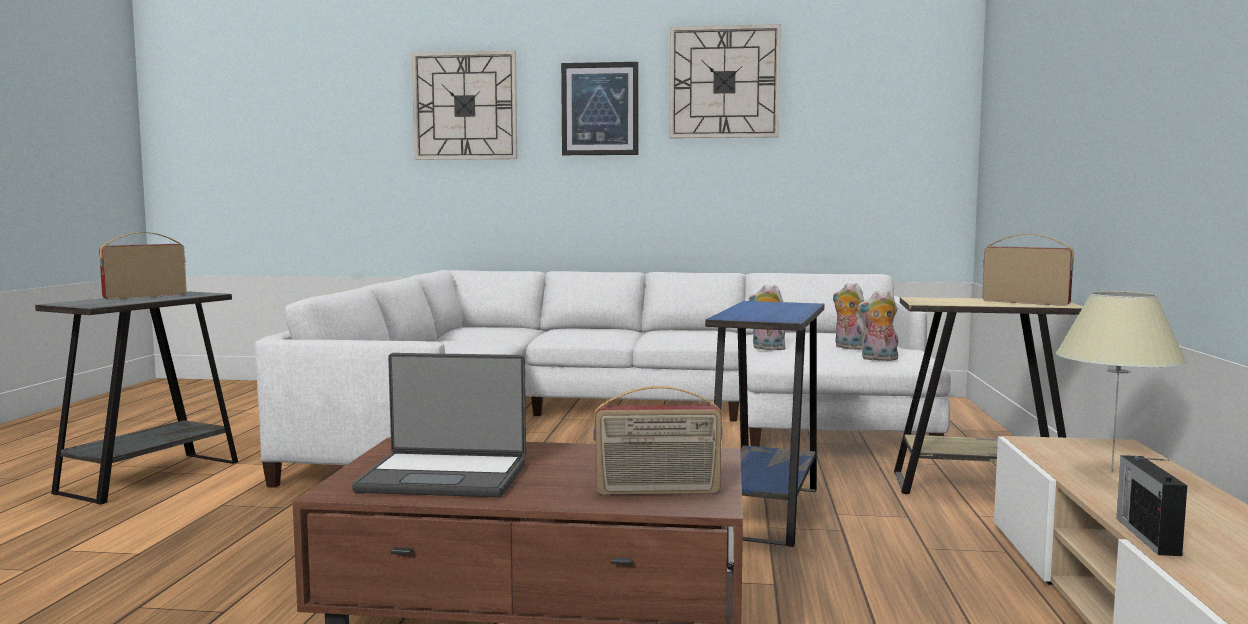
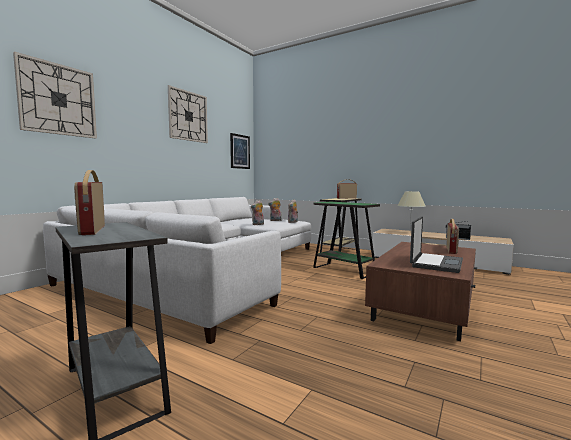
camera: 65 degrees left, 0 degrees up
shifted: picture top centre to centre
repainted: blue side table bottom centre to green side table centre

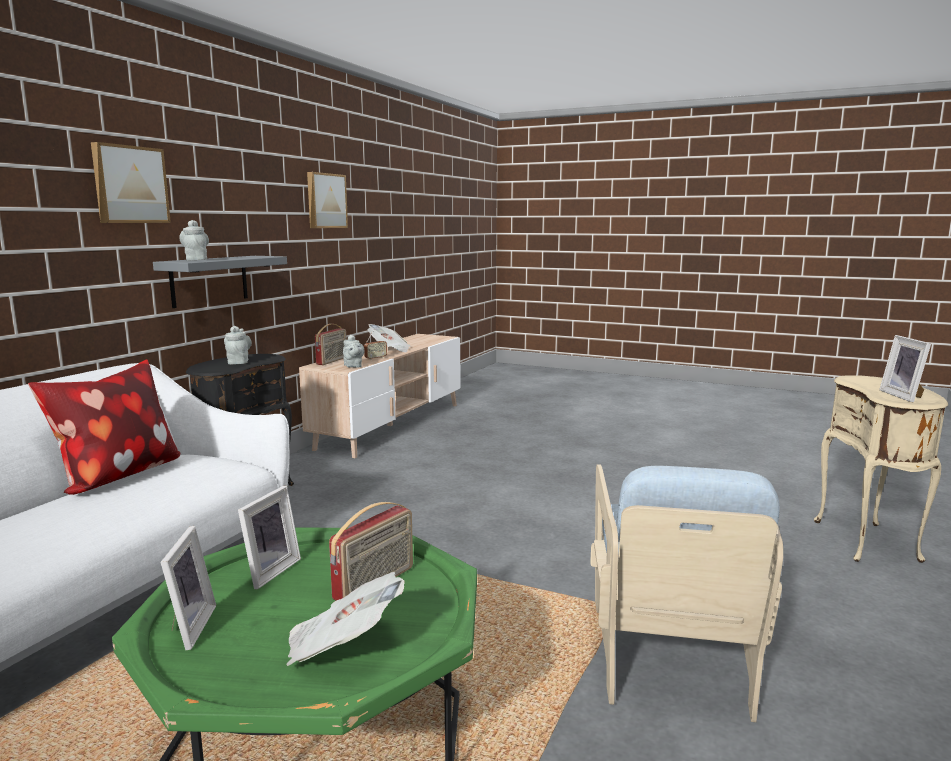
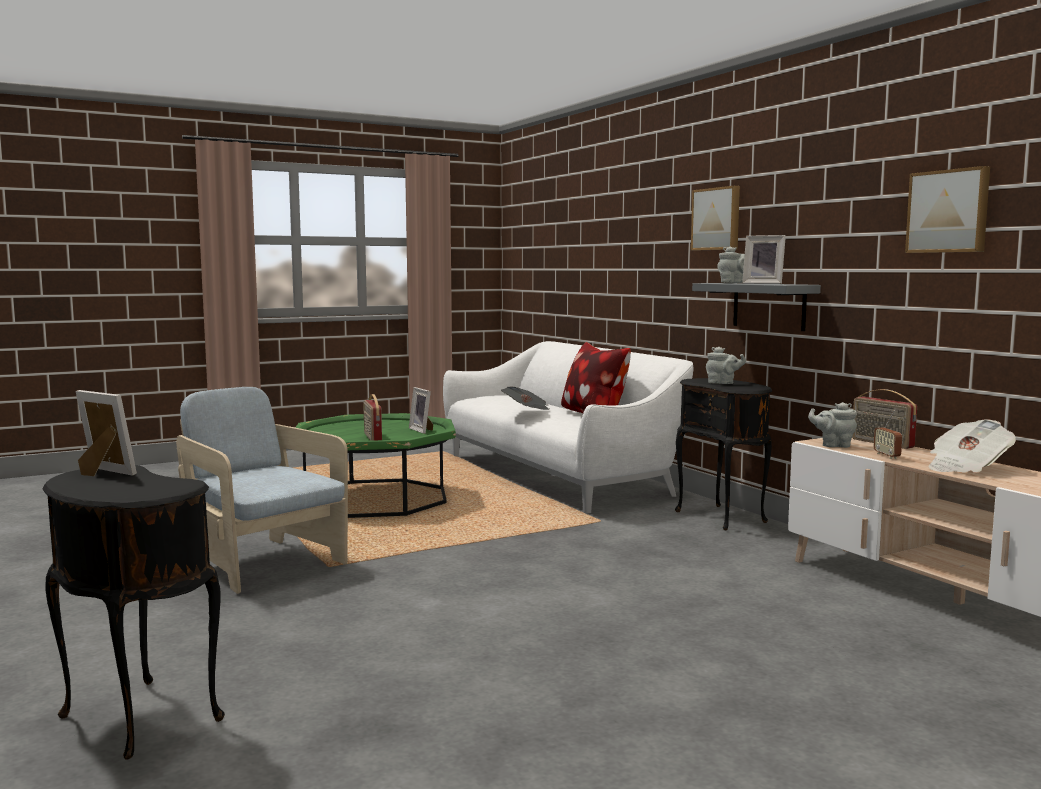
camera: 125 degrees right, 5 degrees down
shifted: newspaper (no. 1 from left) bottom centre to centre; picture frame (no. 1 from left in the first image) bottom left to picture frame (no. 3 from left) top right
repainted: beige side table middle right to black side table (no. 1 from left) bottom left

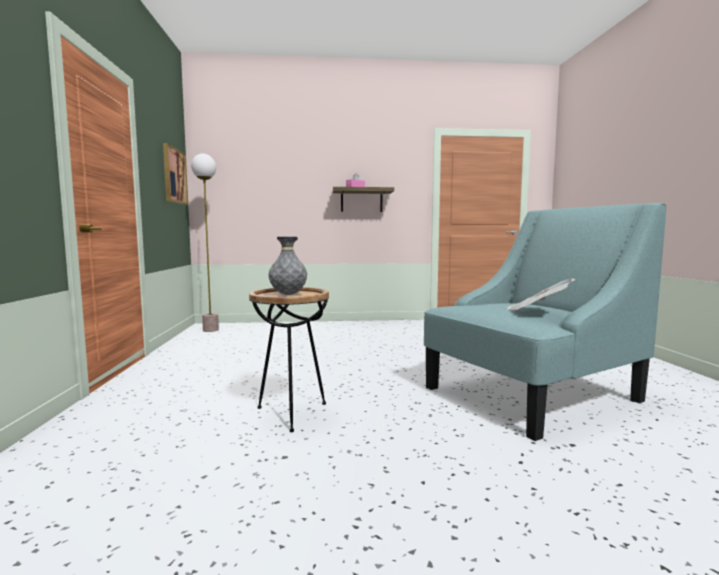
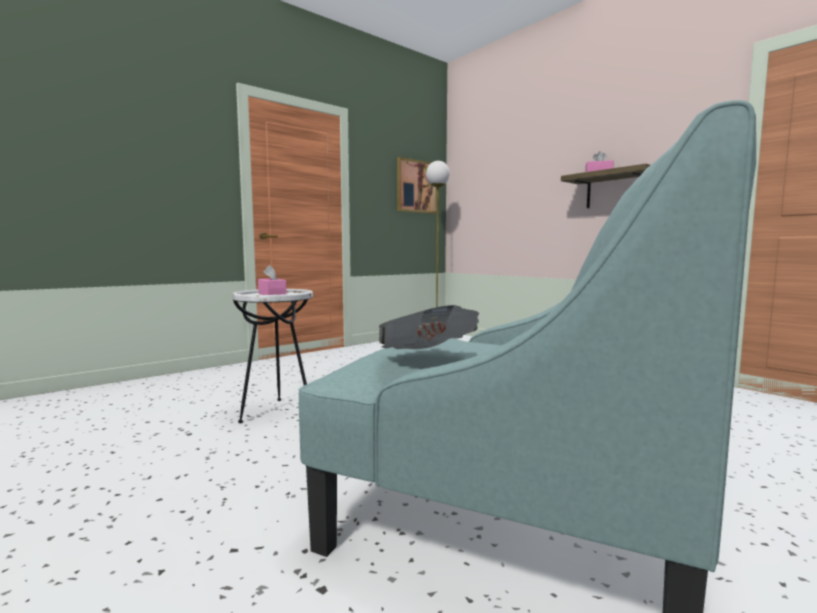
camera: 55 degrees right, 0 degrees up
swapped: grey vase centre to pink tissue box (no. 1 from left) middle left
repainted: brown side table centre to white side table middle left

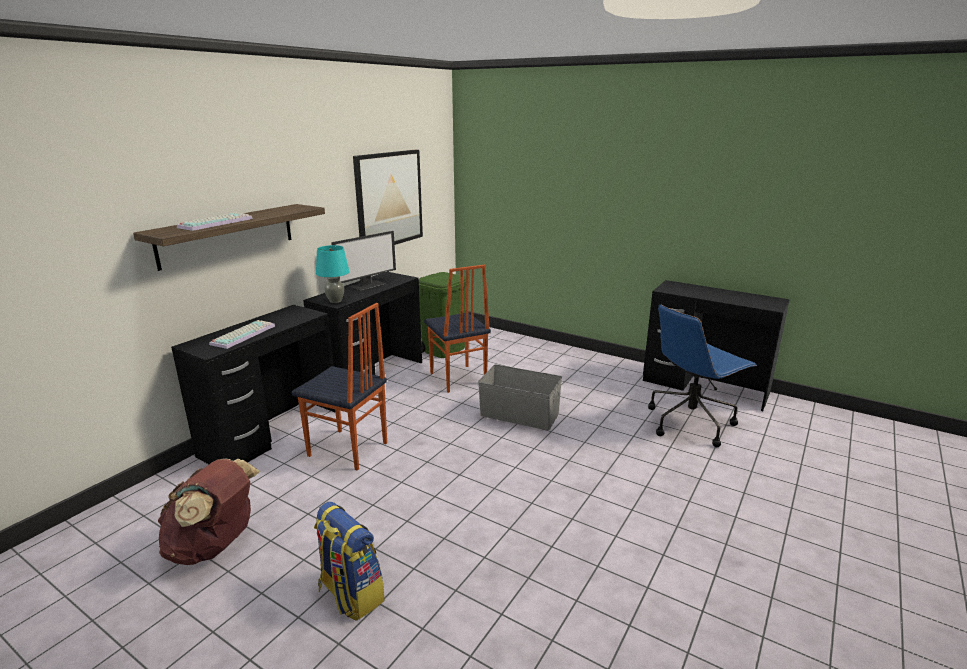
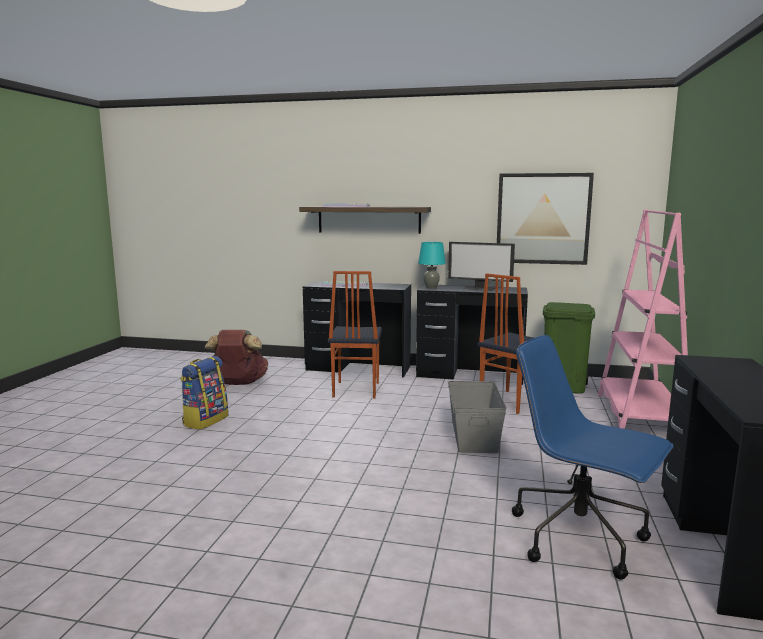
camera: 70 degrees right, 10 degrees down
new: pink bookcase middle right

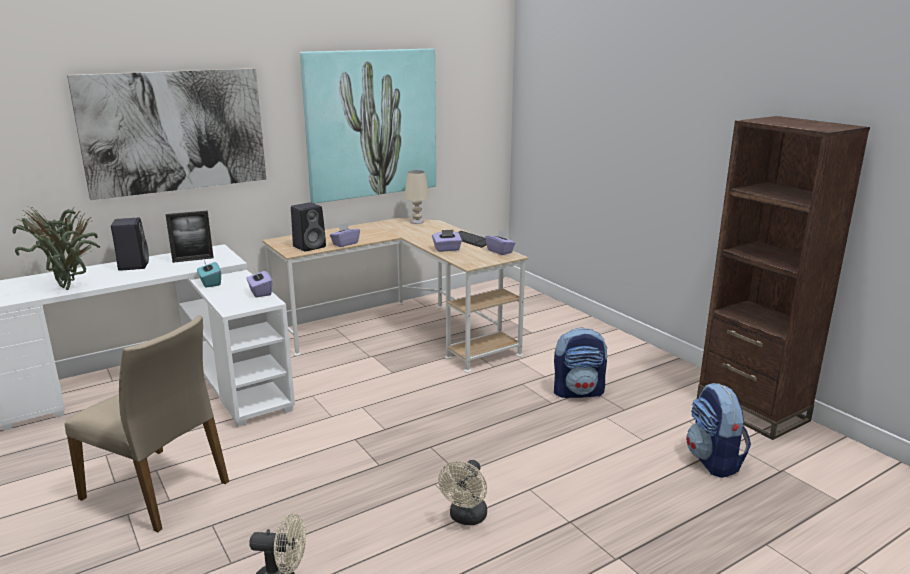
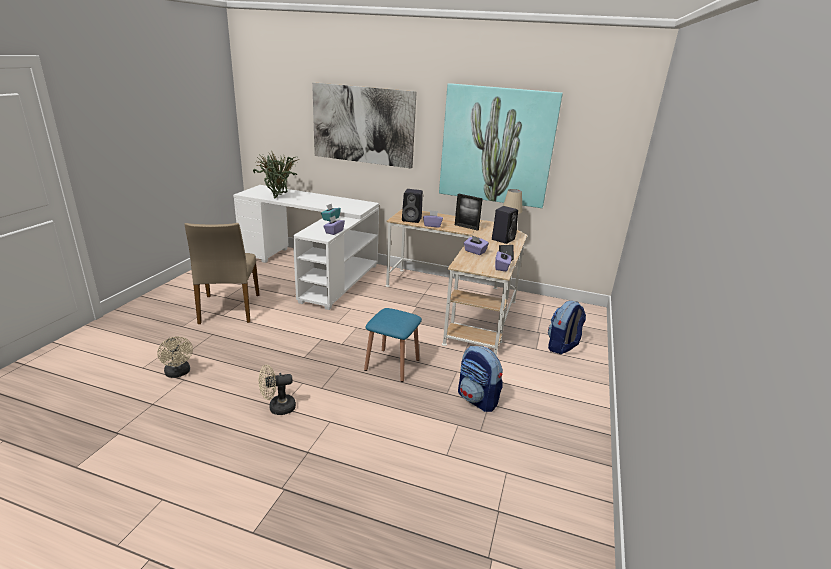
camera: 50 degrees right, 5 degrees up
gone: brown bookcase middle right
new: blue stool centre
shifted: picture frame middle left to centre; black speaker (no. 1 from left in the first image) middle left to black speaker (no. 2 from left) centre; backpack (no. 2 from left) bottom right to middle right

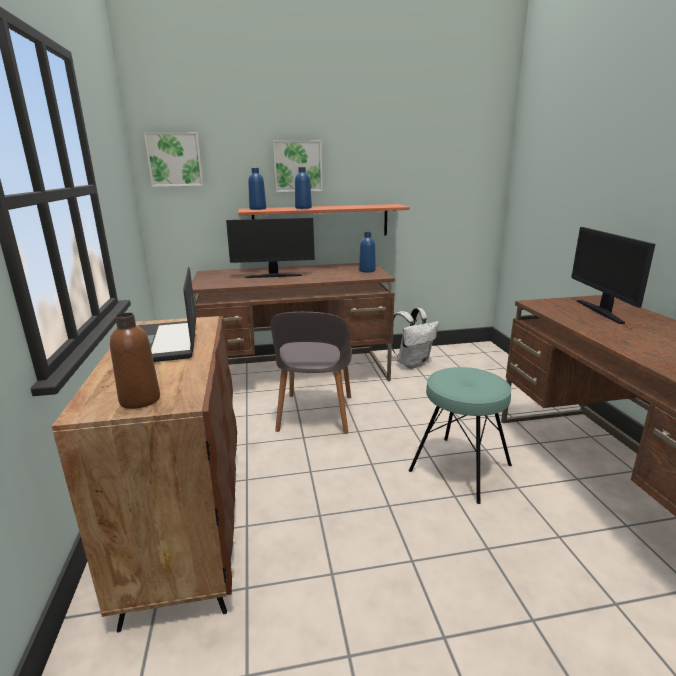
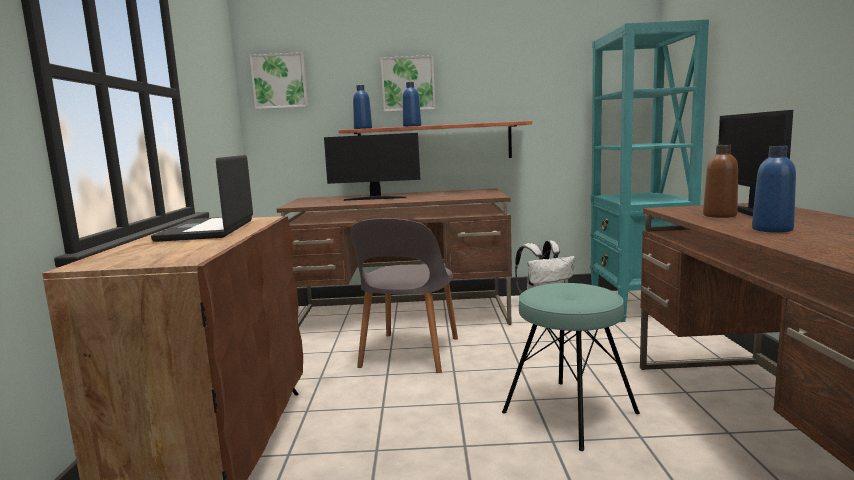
camera: 10 degrees right, 10 degrees down
new: turquoise bookcase middle right
shifted: brown bottle middle left to middle right; blue bottle (no. 3 from left) centre to middle right

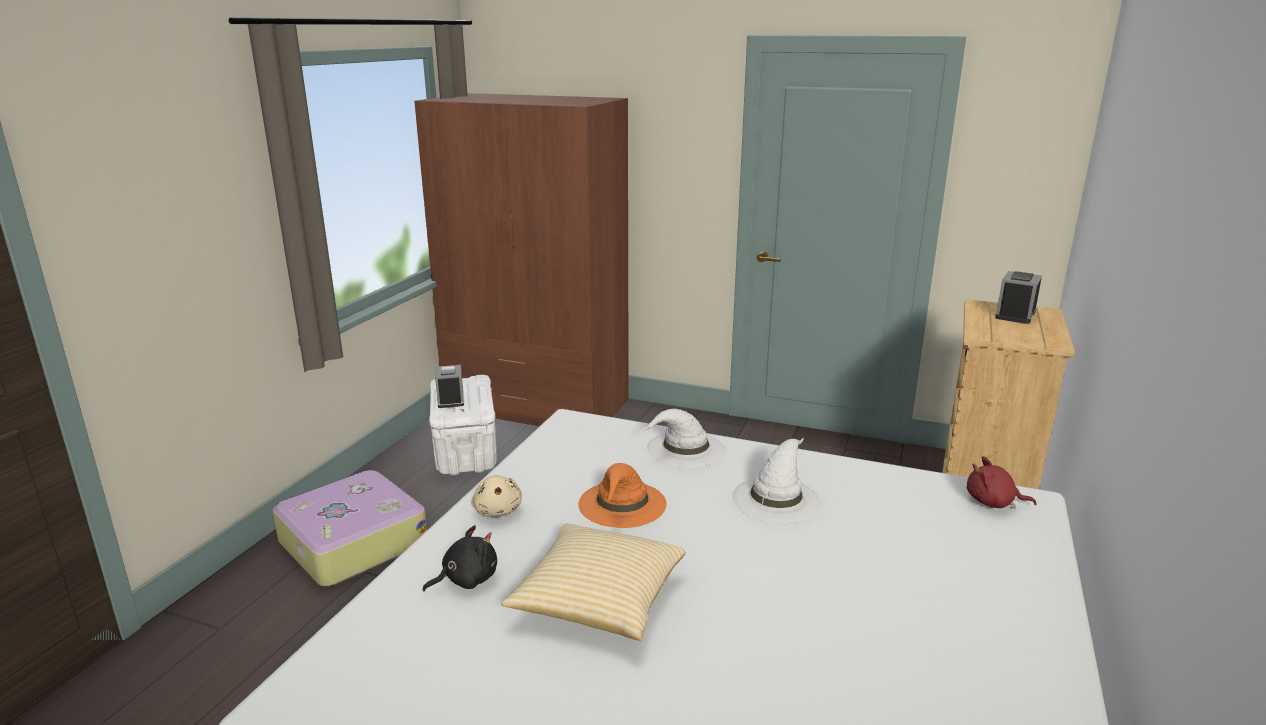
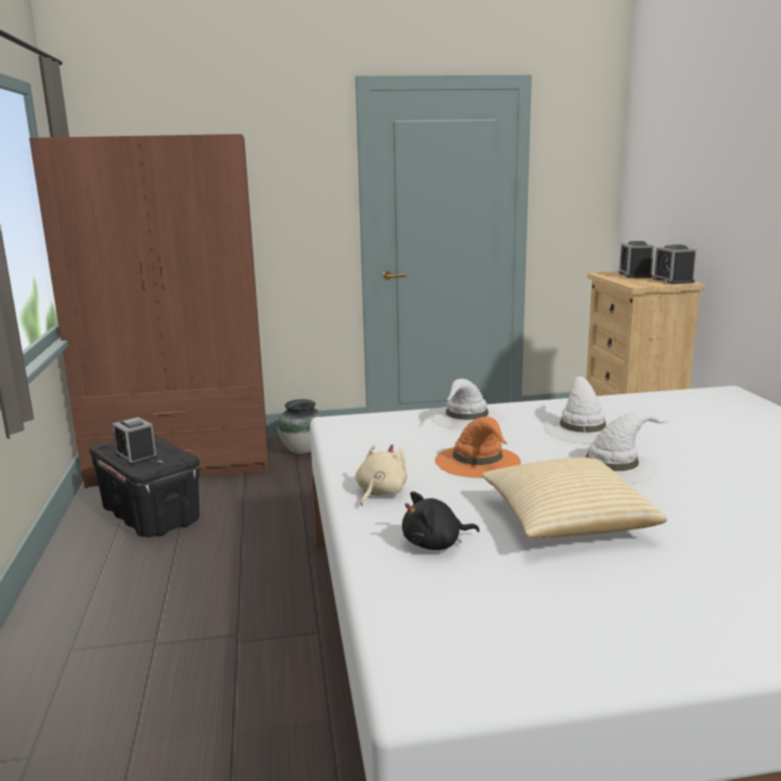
camera: 30 degrees left, 5 degrees down
gone: suitcase bottom left; red plush toy middle right
new: vase centre; white hat (no. 3 from left) middle right; alarm clock (no. 3 from left) middle right
repainted: white storage box centre to black storage box middle left
rotated: beige plush toy bottom centre = centre 105 degrees counterclockwise; black plush toy bottom centre = centre 135 degrees counterclockwise

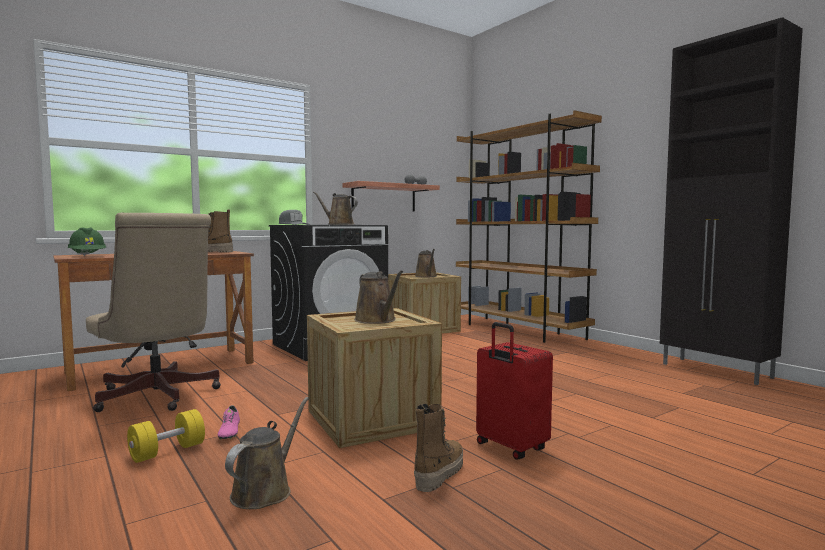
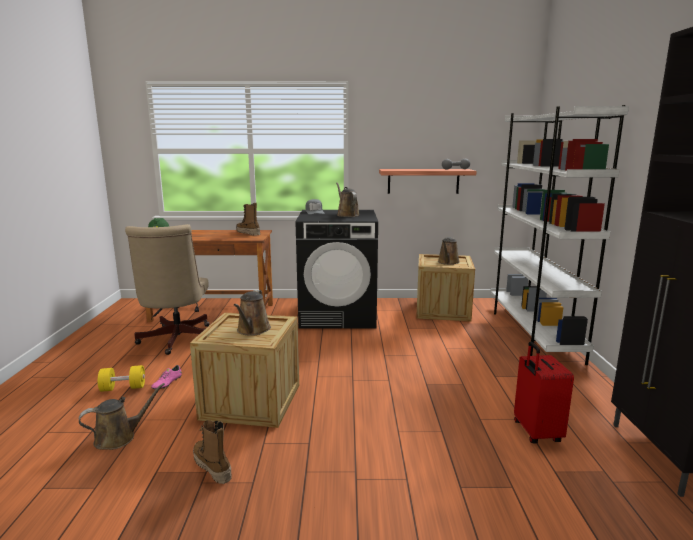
camera: 35 degrees right, 10 degrees up
shifted: red suitcase bottom centre to bottom right
repainted: brown bookcase centre to white bookcase middle right
rotated: boot (no. 2 from left in the first image) bottom centre = bottom left 105 degrees counterclockwise

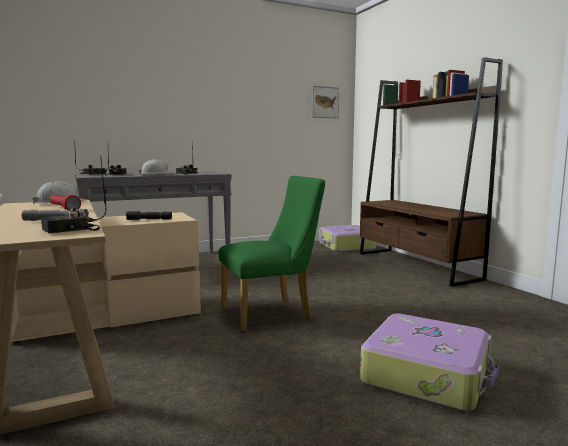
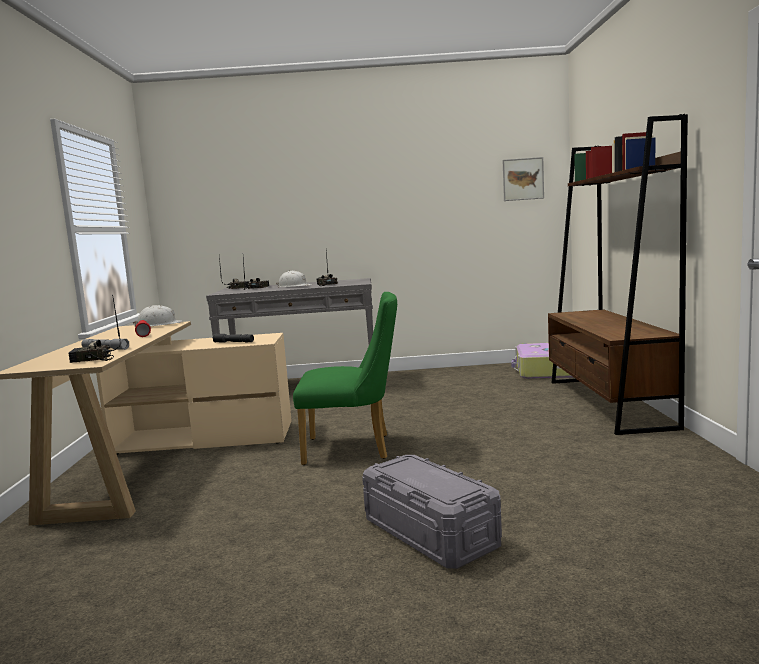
camera: 25 degrees right, 0 degrees up
swapped: suitcase (no. 2 from left) bottom right to grey storage box bottom centre

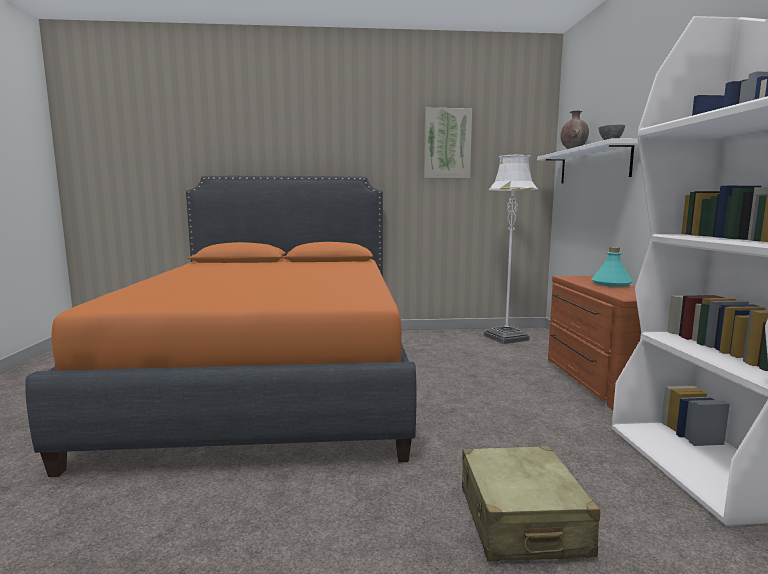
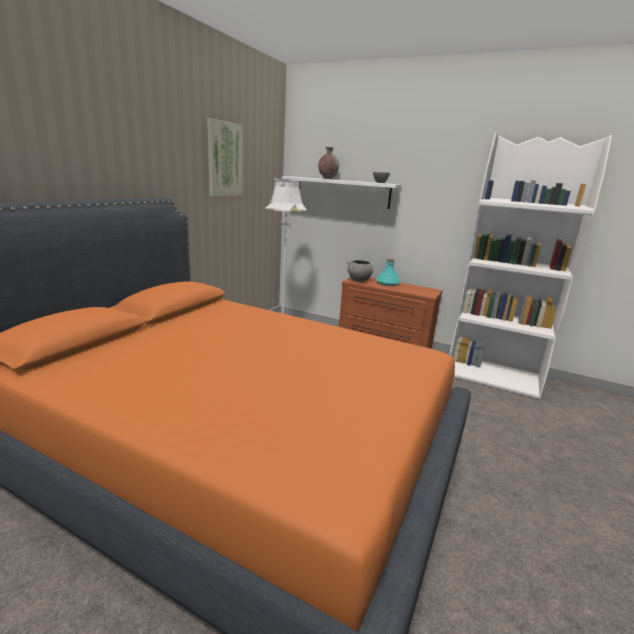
camera: 60 degrees left, 10 degrees up
gone: beige suitcase bottom right
new: grey bowl (no. 1 from left) centre

